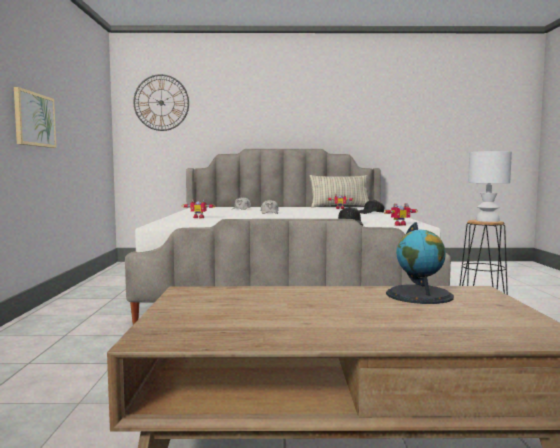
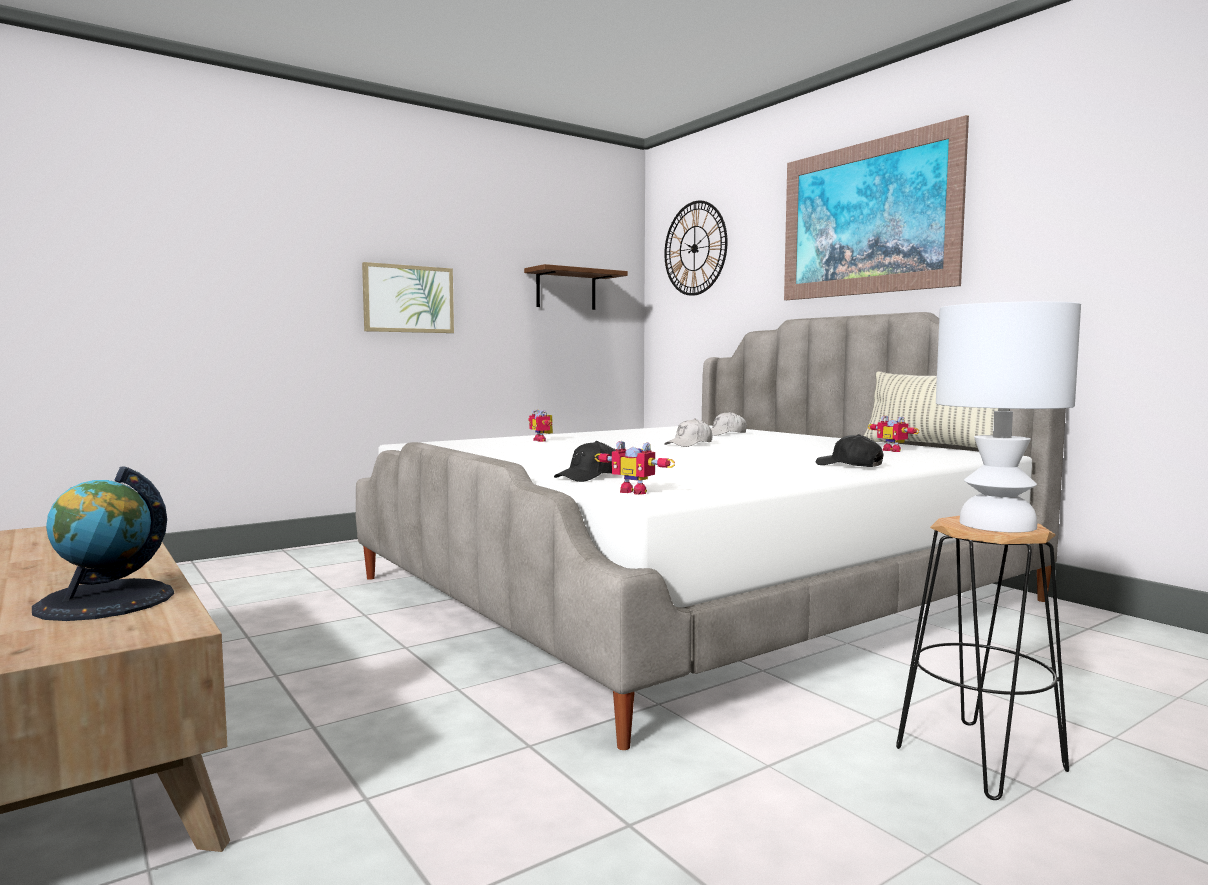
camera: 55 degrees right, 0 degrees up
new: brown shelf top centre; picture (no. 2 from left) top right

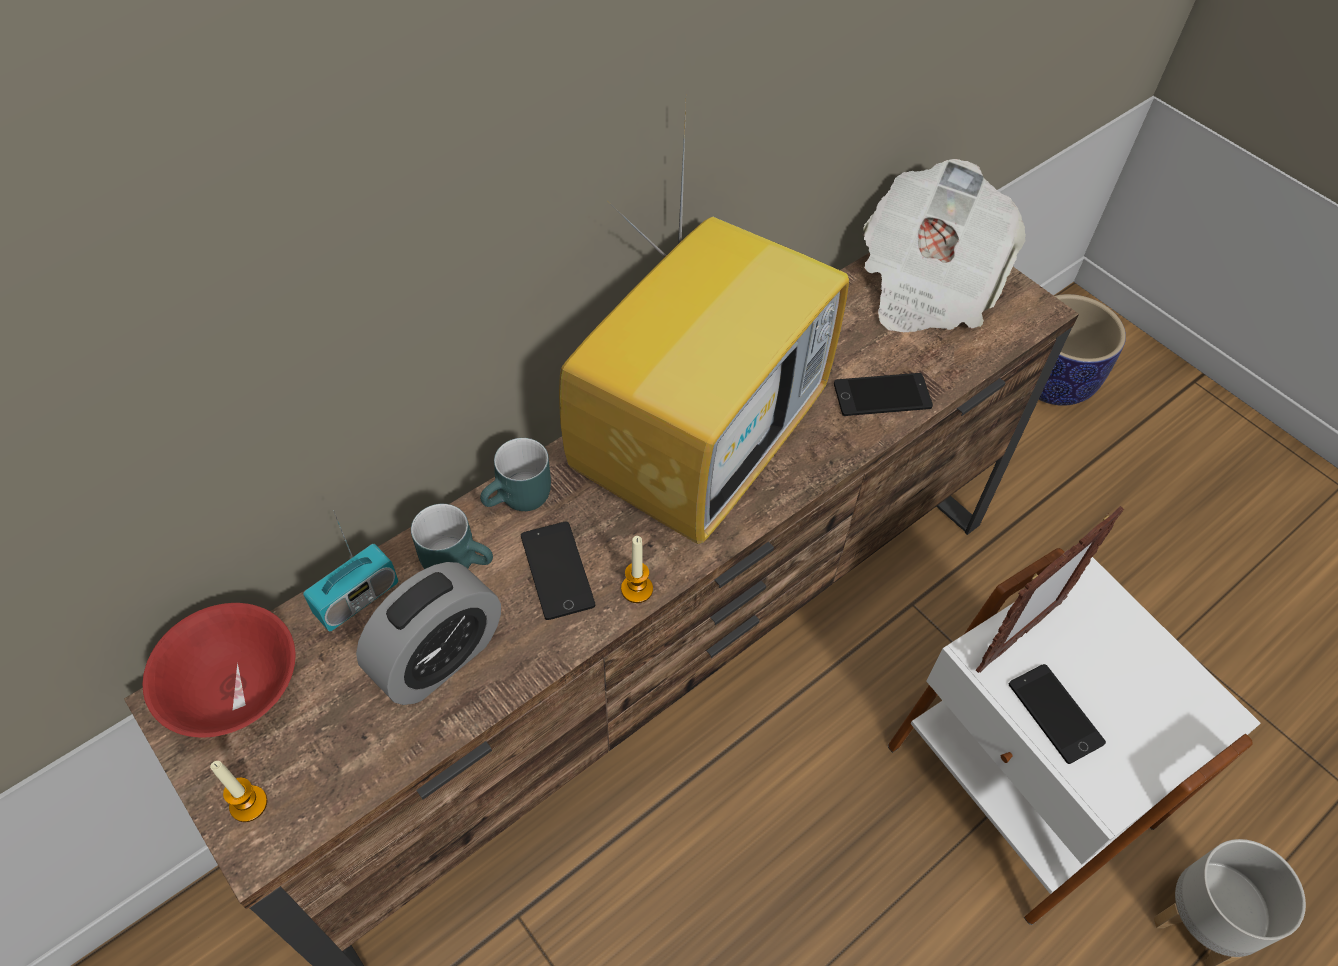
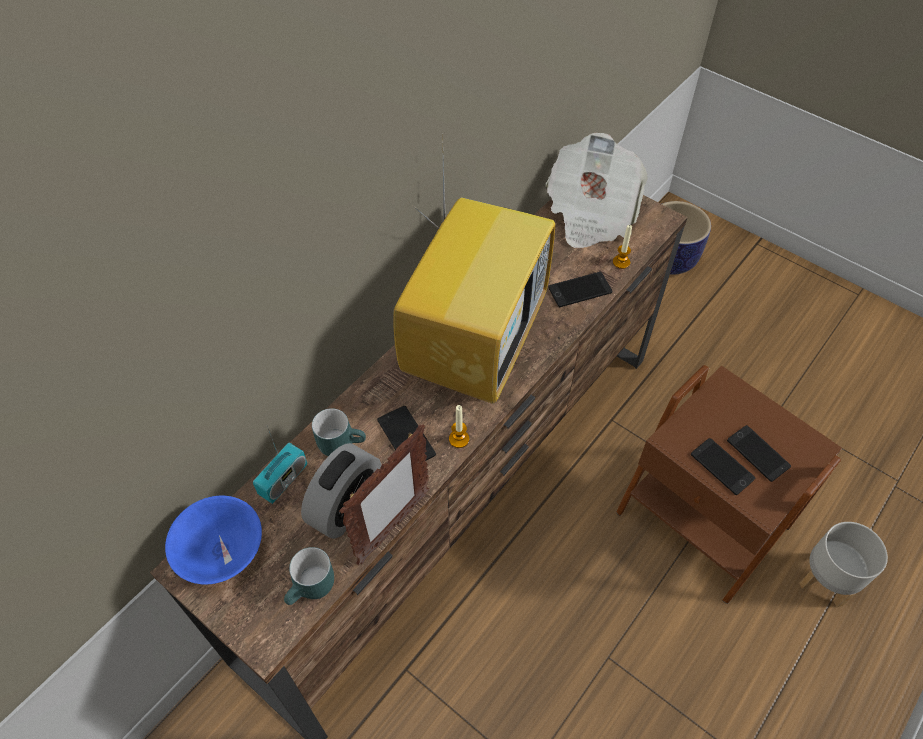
camera: 10 degrees left, 0 degrees up
new: phone (no. 4 from left) middle right
shifted: turquoise mug (no. 2 from left in the first image) centre to turquoise mug (no. 1 from left) bottom centre; picture frame middle right to bottom centre; candle (no. 1 from left in the first image) bottom left to candle (no. 2 from left) middle right
repainted: red bowl bottom left to blue bowl bottom left; white side table bottom right to brown side table middle right

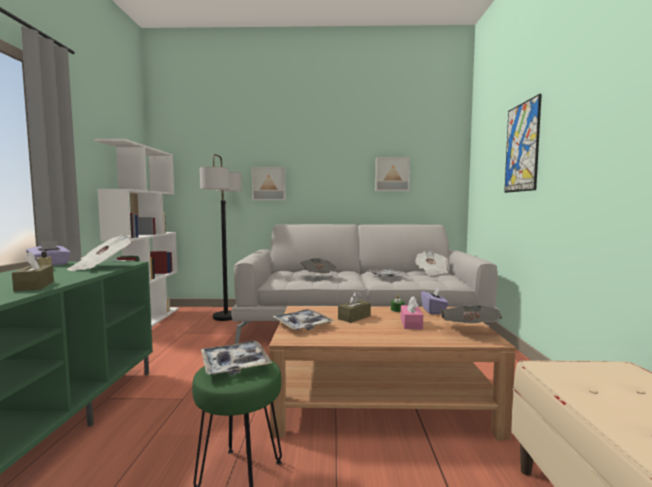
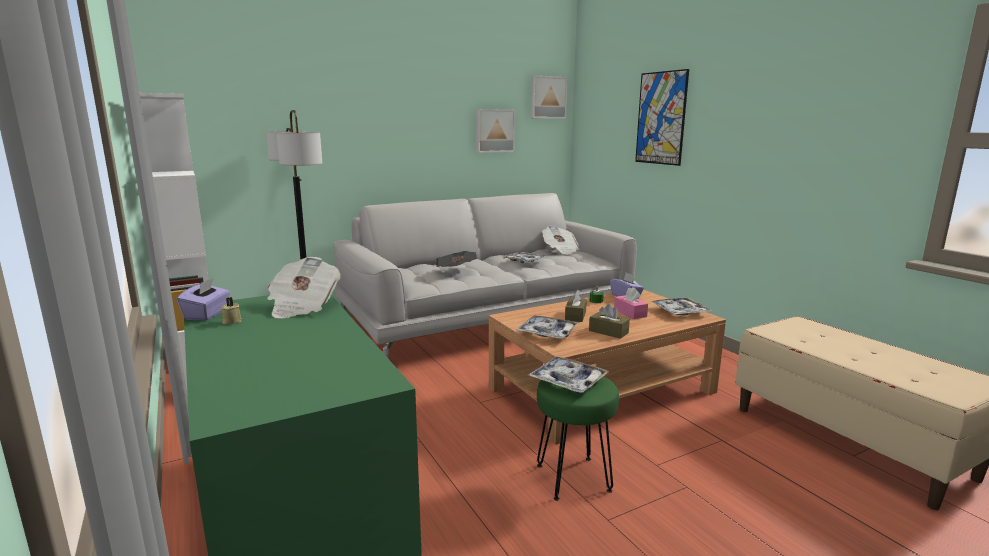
camera: 30 degrees left, 10 degrees up
shifted: picture (no. 1 from left in the first image) centre to picture (no. 2 from left) top centre; brown tissue box (no. 1 from left in the first image) middle left to brown tissue box (no. 2 from left) centre
swapped: newspaper (no. 4 from left) middle right to tray (no. 4 from left) middle right

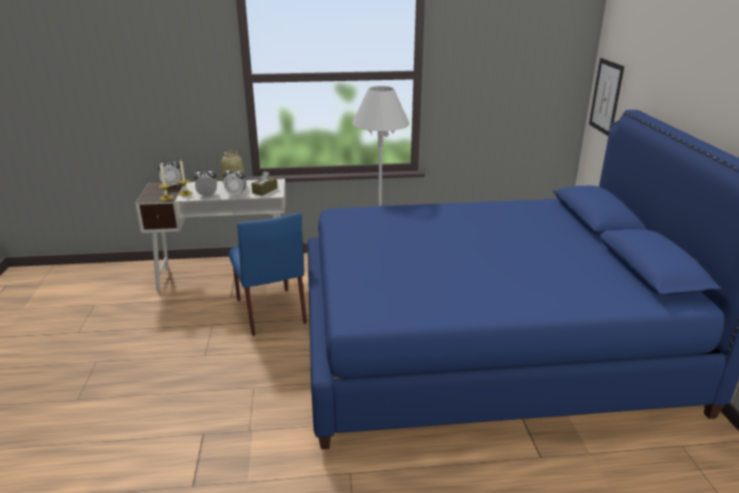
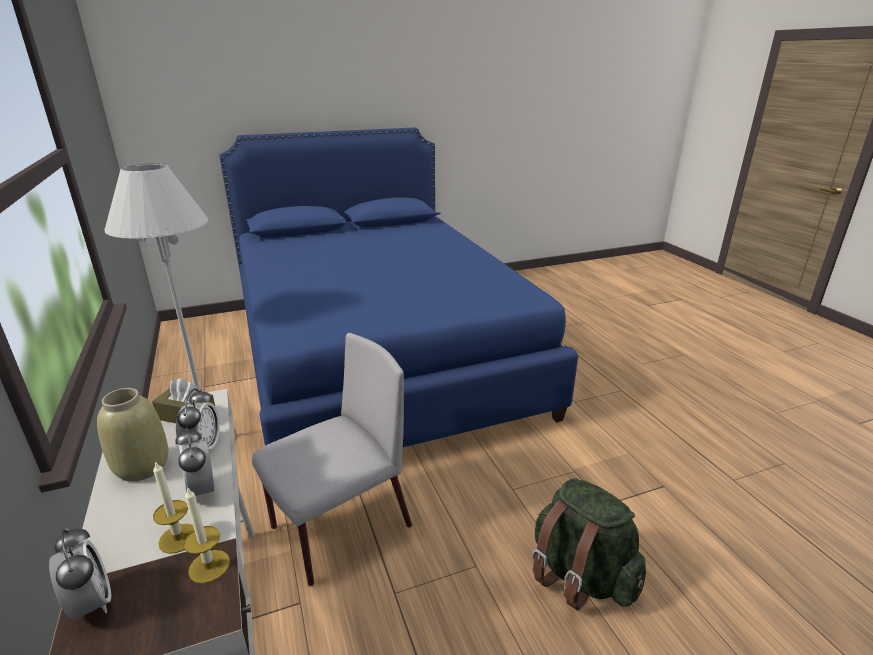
camera: 105 degrees left, 0 degrees up
gone: picture top right
new: green backpack bottom right
repainted: blue chair centre to grey chair bottom centre

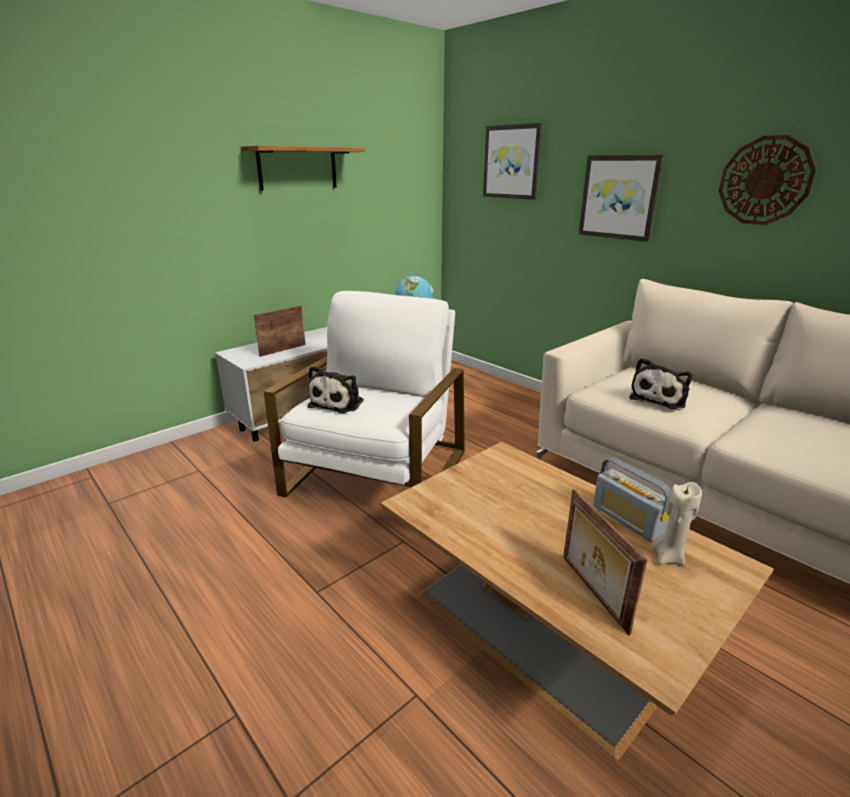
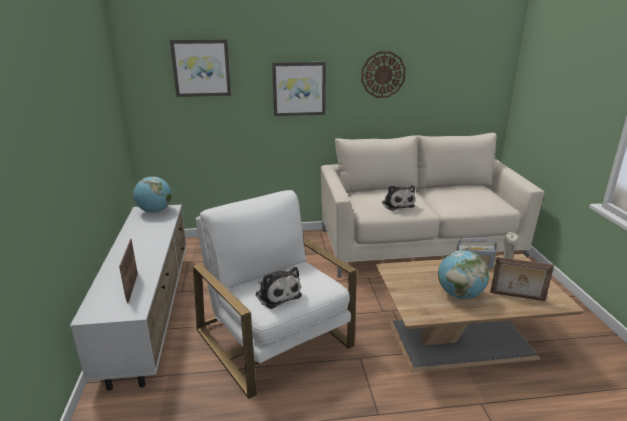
camera: 55 degrees left, 0 degrees up
gone: shelf top centre
new: globe (no. 2 from left) middle right

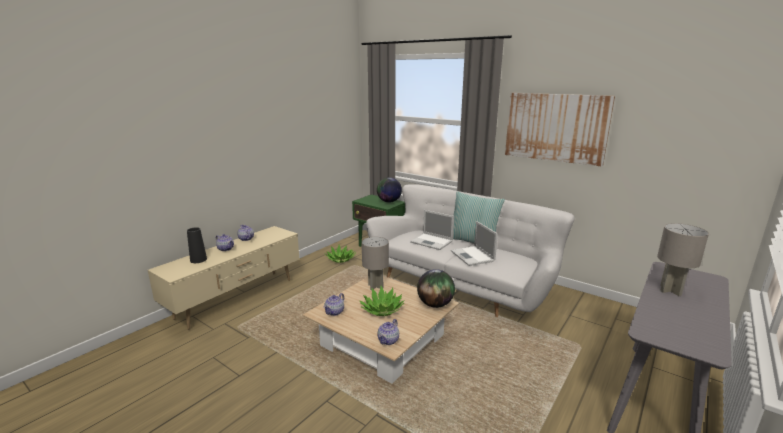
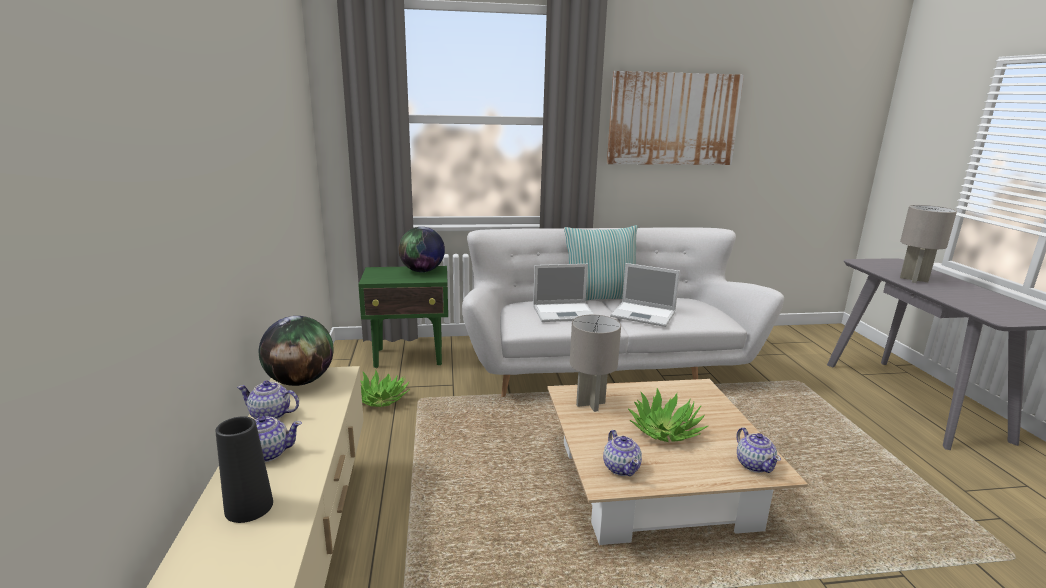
camera: 45 degrees left, 0 degrees up
shifted: globe (no. 2 from left in the first image) centre to globe (no. 1 from left) middle left

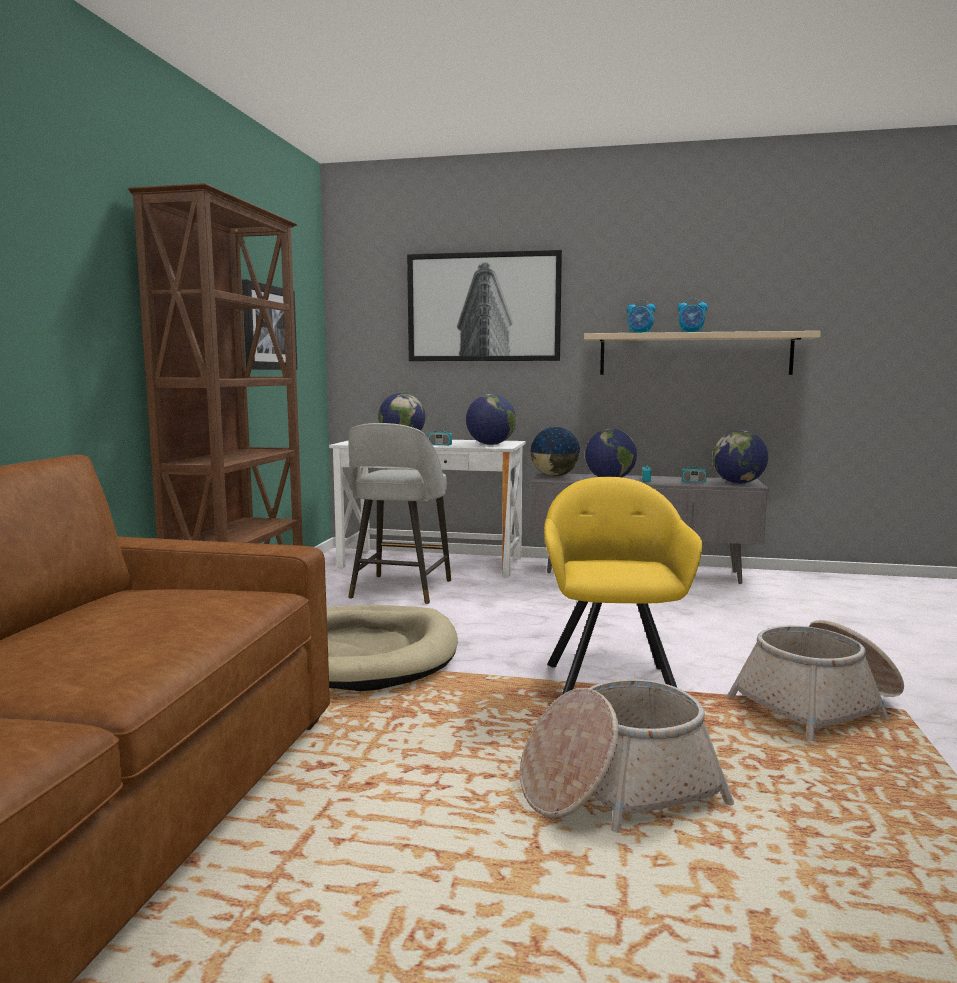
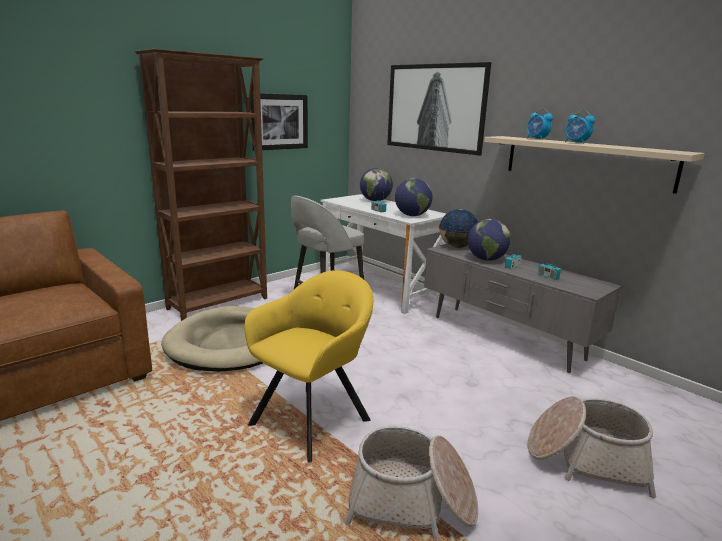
camera: 35 degrees right, 10 degrees up
gone: globe (no. 5 from left) middle right
shifted: basket (no. 1 from left in the first image) bottom centre to basket (no. 2 from left) bottom right

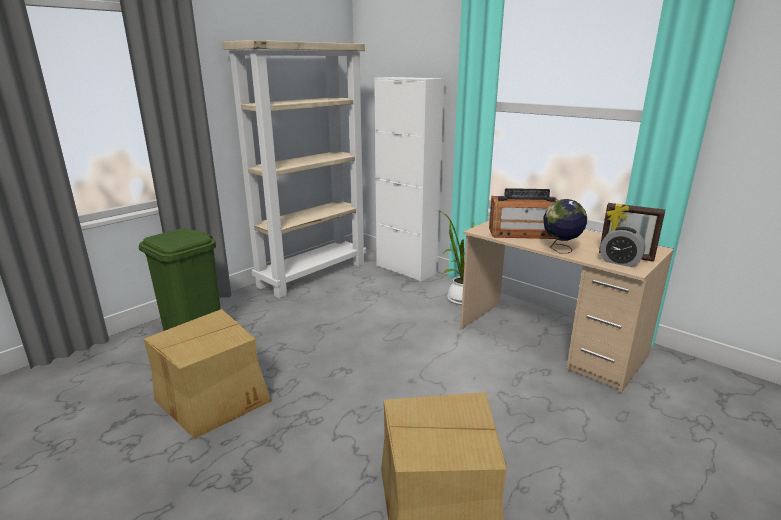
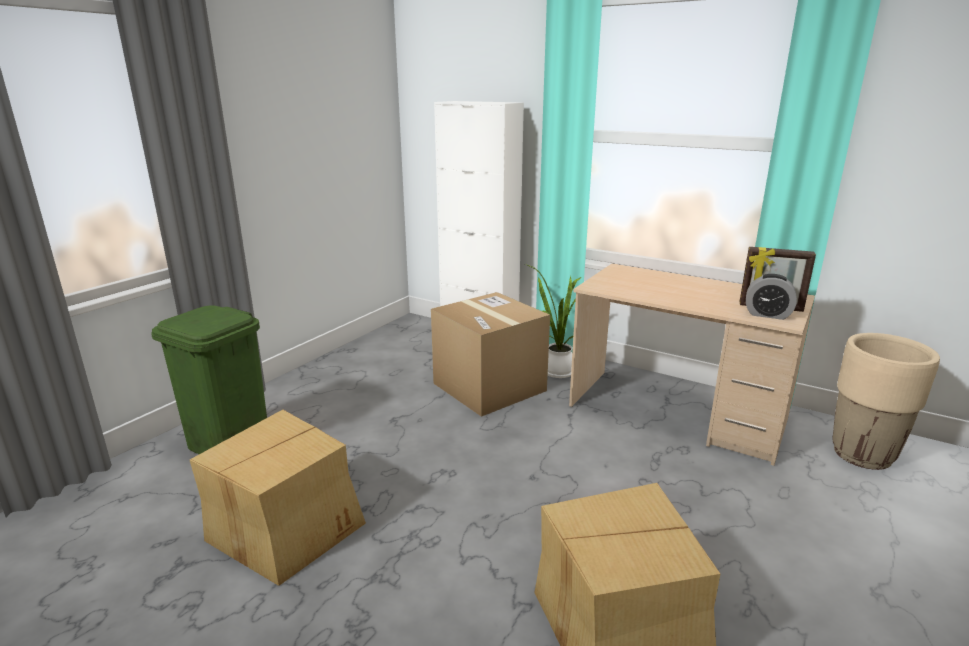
camera: 10 degrees left, 0 degrees up
gone: beige bookcase top centre; radio middle right; globe middle right
new: cardboard box (no. 2 from left) centre; beige planter middle right

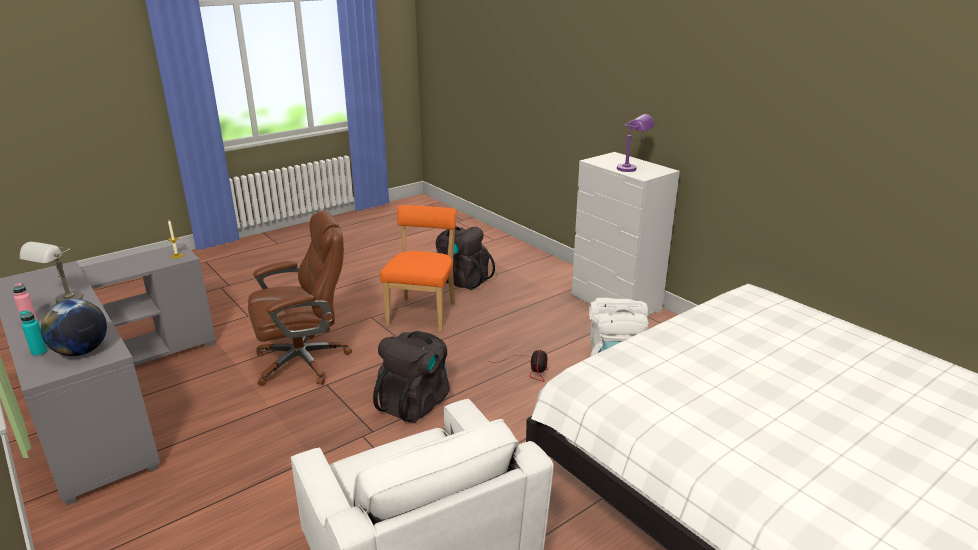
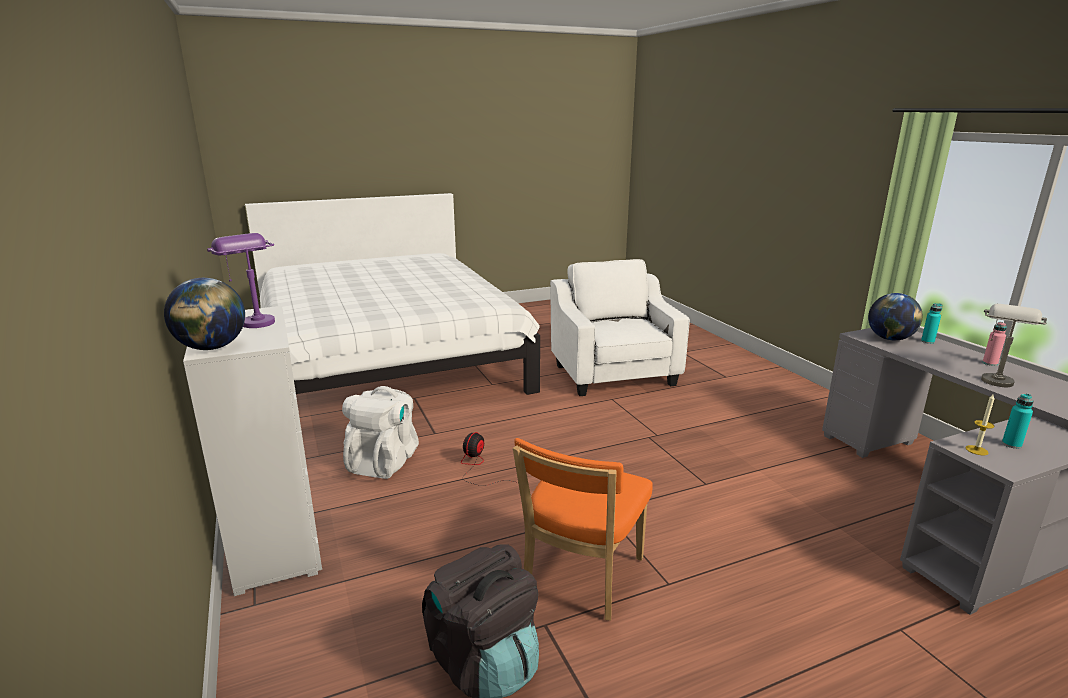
camera: 165 degrees left, 5 degrees down
gone: brown office chair middle left; black backpack (no. 1 from left) bottom centre
new: globe (no. 1 from left) middle left; turquoise bottle (no. 2 from left) middle right

